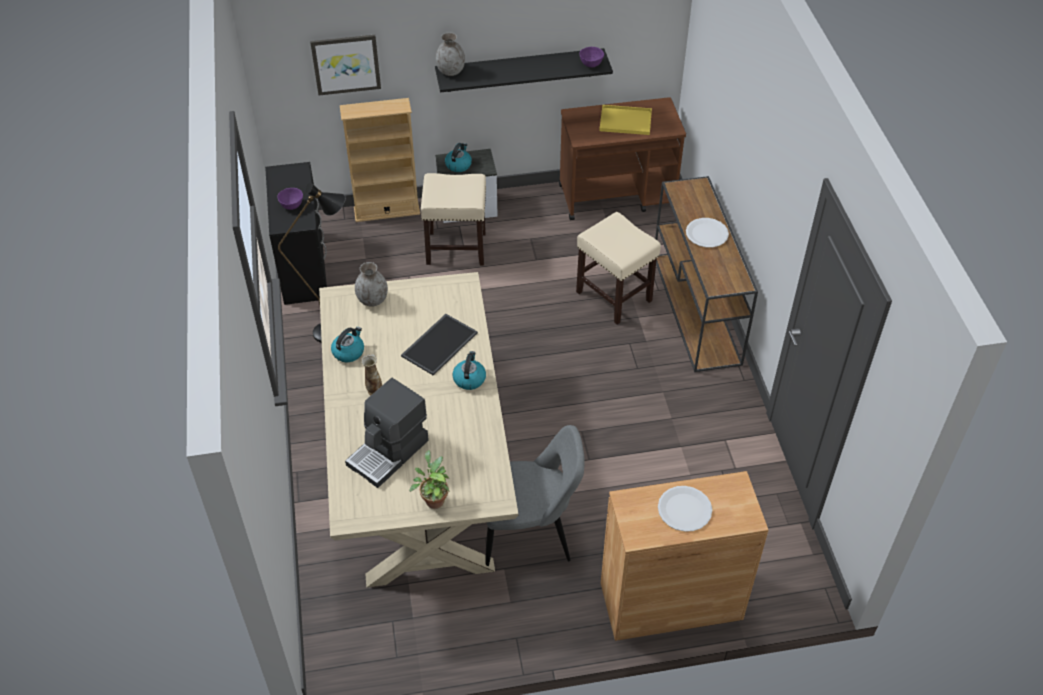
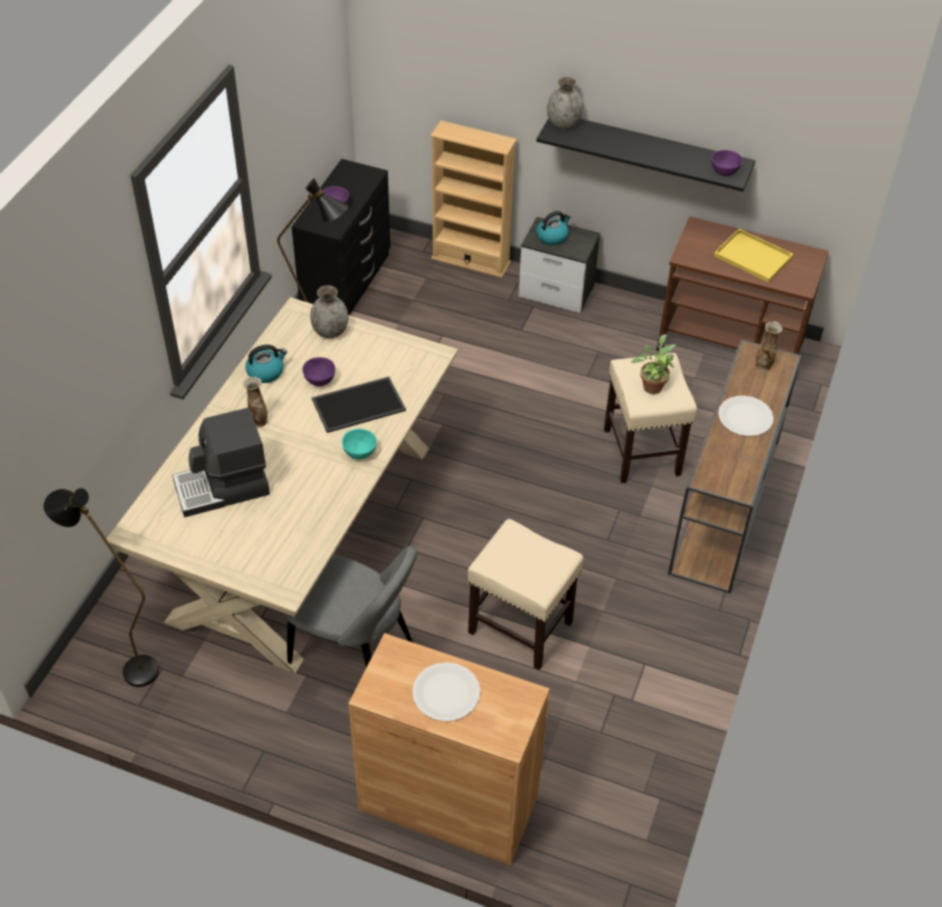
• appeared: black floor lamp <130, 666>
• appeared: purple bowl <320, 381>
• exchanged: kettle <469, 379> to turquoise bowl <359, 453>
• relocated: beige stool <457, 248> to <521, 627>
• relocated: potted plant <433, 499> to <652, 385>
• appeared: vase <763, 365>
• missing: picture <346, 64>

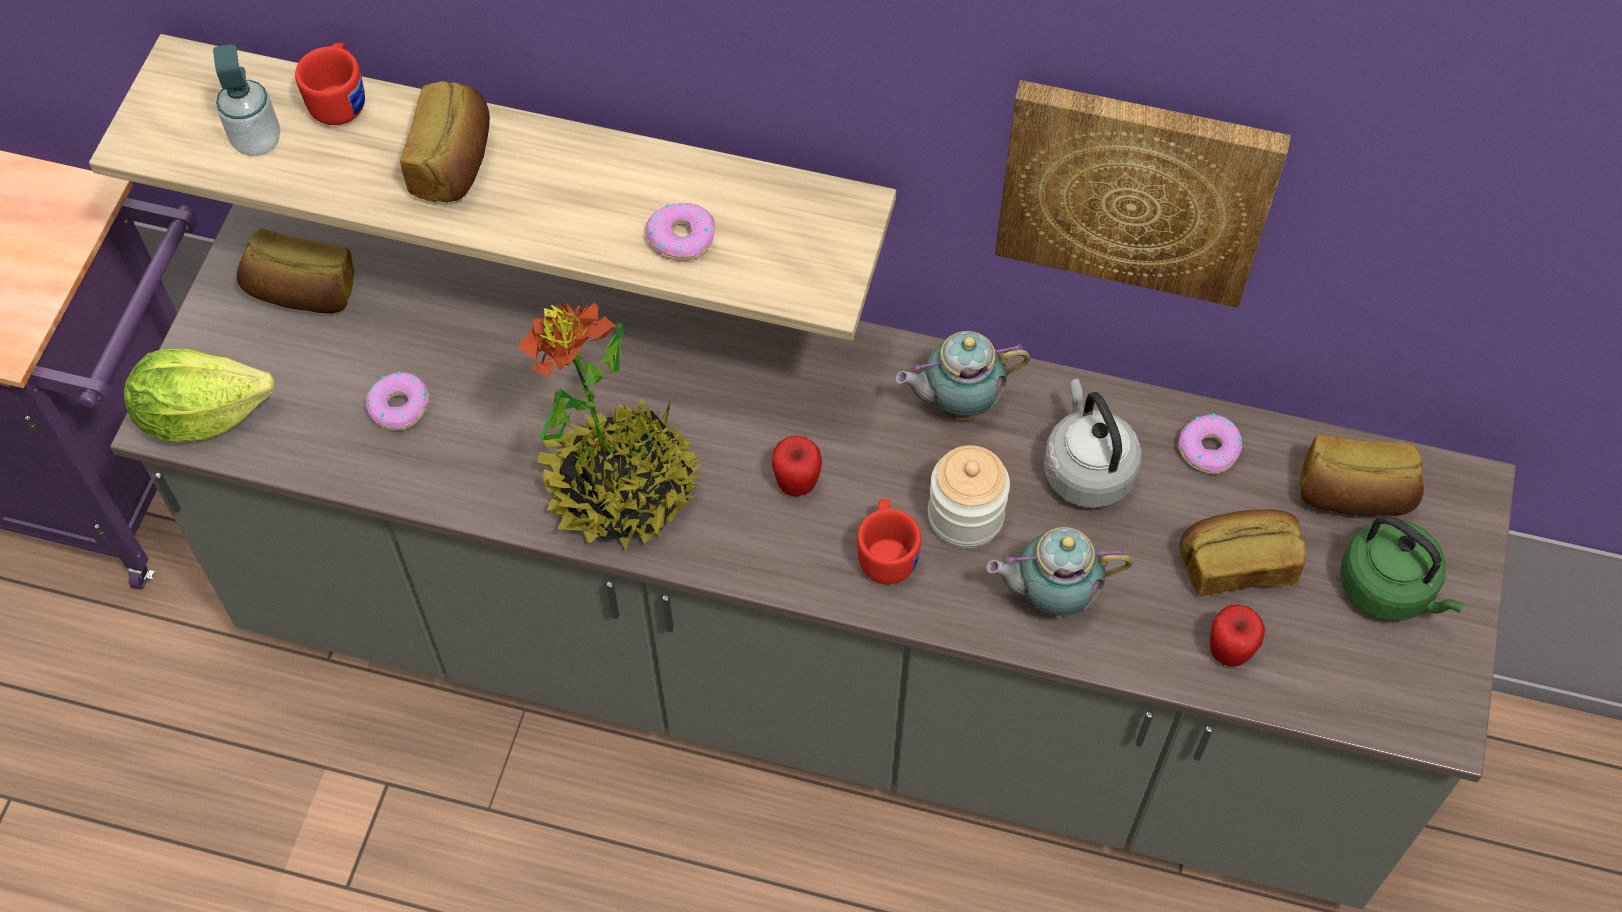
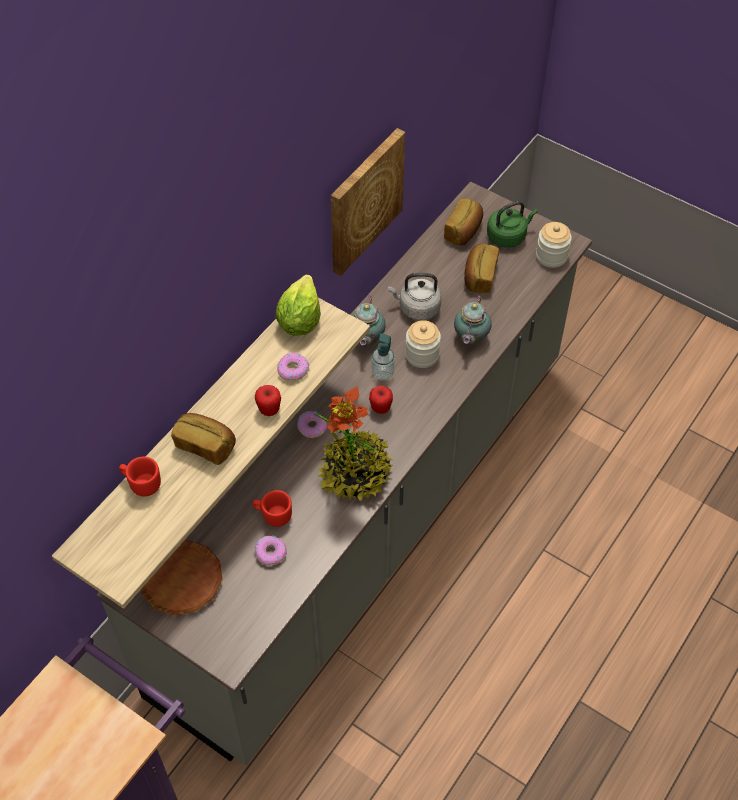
• exchanged: bread <303, 292> to brown plate <181, 580>
• relocated: red mug <887, 553> to <273, 515>
• relocated: apple <1229, 651> to <269, 410>
• relocated: lettuce <202, 415> to <299, 320>
• relocated: donut <1209, 449> to <312, 427>
• relocated: soap dispenser <257, 140> to <382, 373>
• appeared: jar <551, 256>

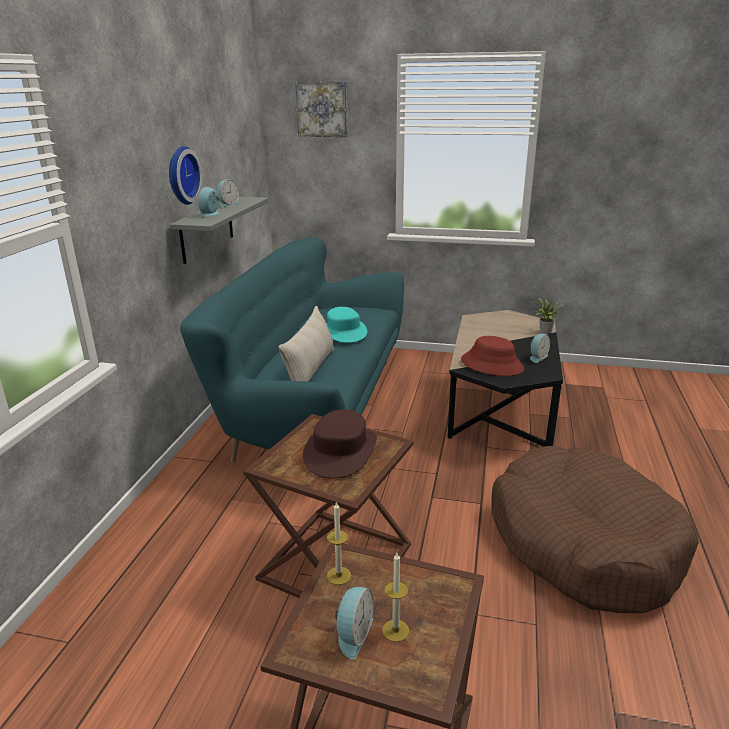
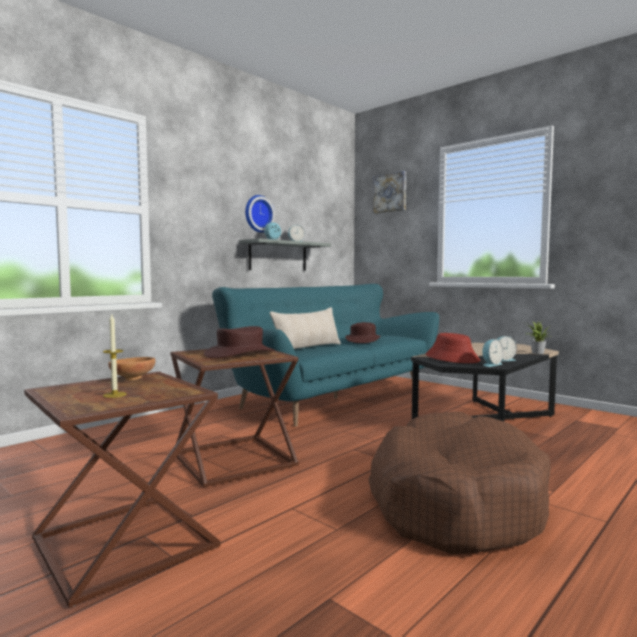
• exchanged: candle <339, 575> to brown bowl <132, 378>
• colour: turquoise hat <343, 332> to brown hat <363, 340>
• relocated: alarm clock <353, 634> to <491, 364>

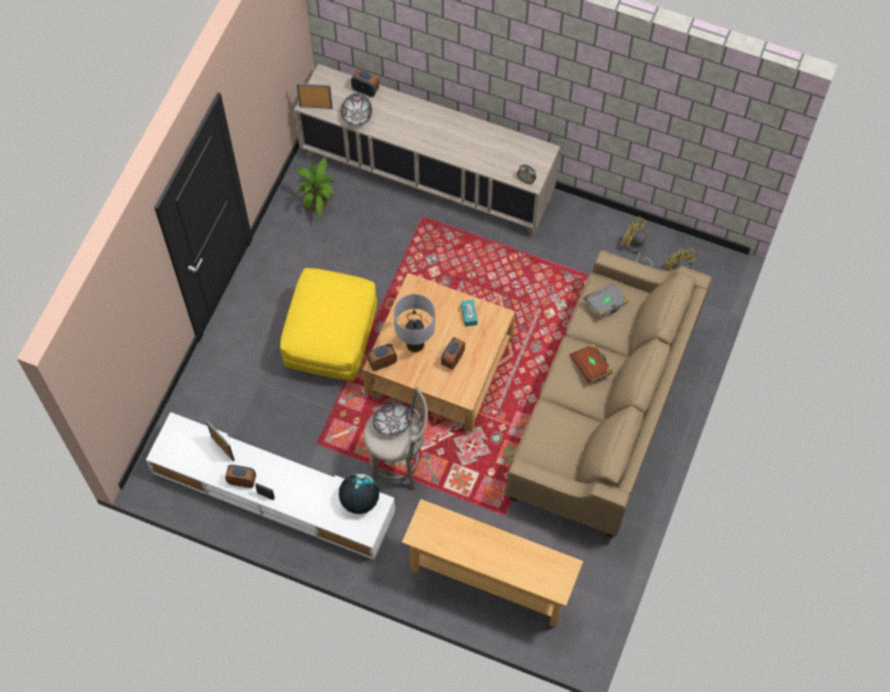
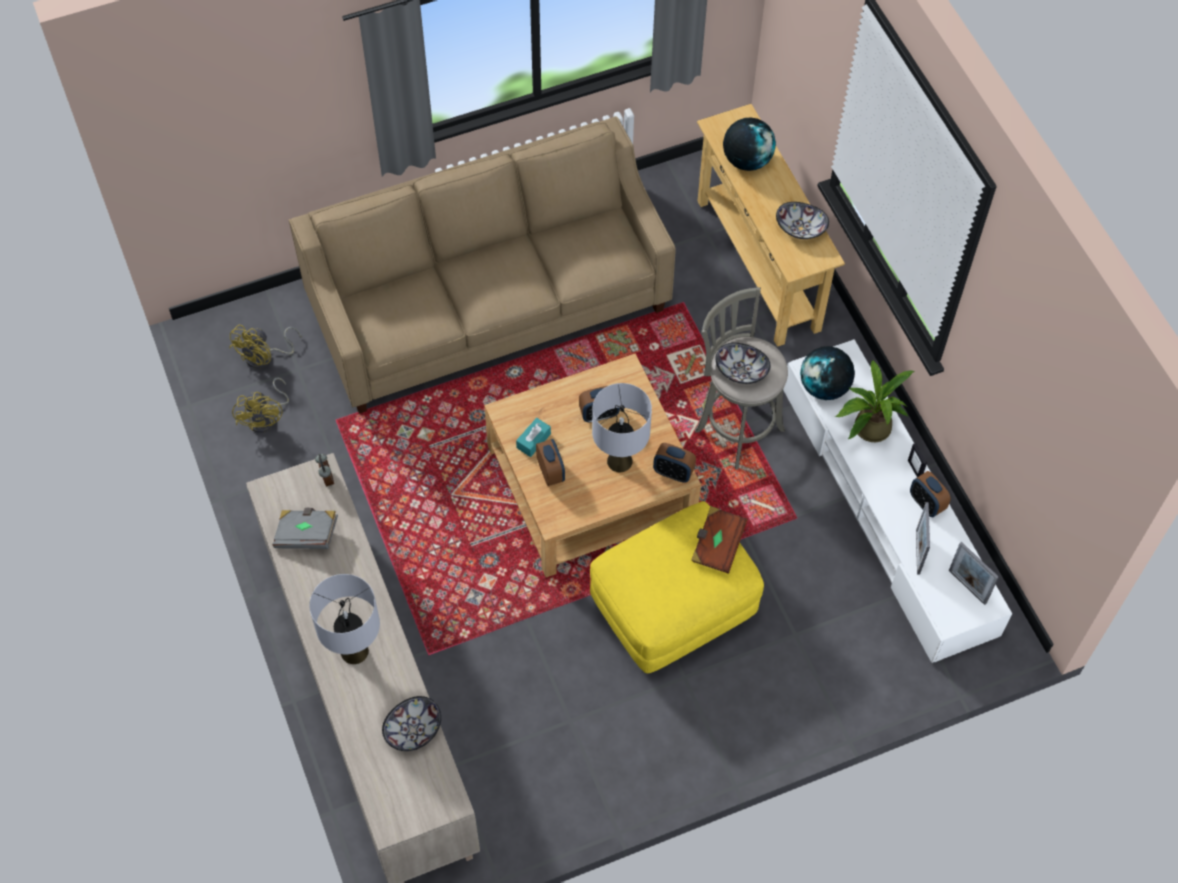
• relocated: grey book <605, 304> to <307, 534>
• appeared: grey table lamp <354, 651>
• relocated: alarm clock <365, 90> to <550, 472>
• relocated: brown book <591, 366> to <717, 545>
• appeared: globe <747, 160>
• appeared: bowl <801, 228>
• relocated: potted plant <318, 201> to <867, 428>
• relocated: picture frame <316, 107> to <967, 587>

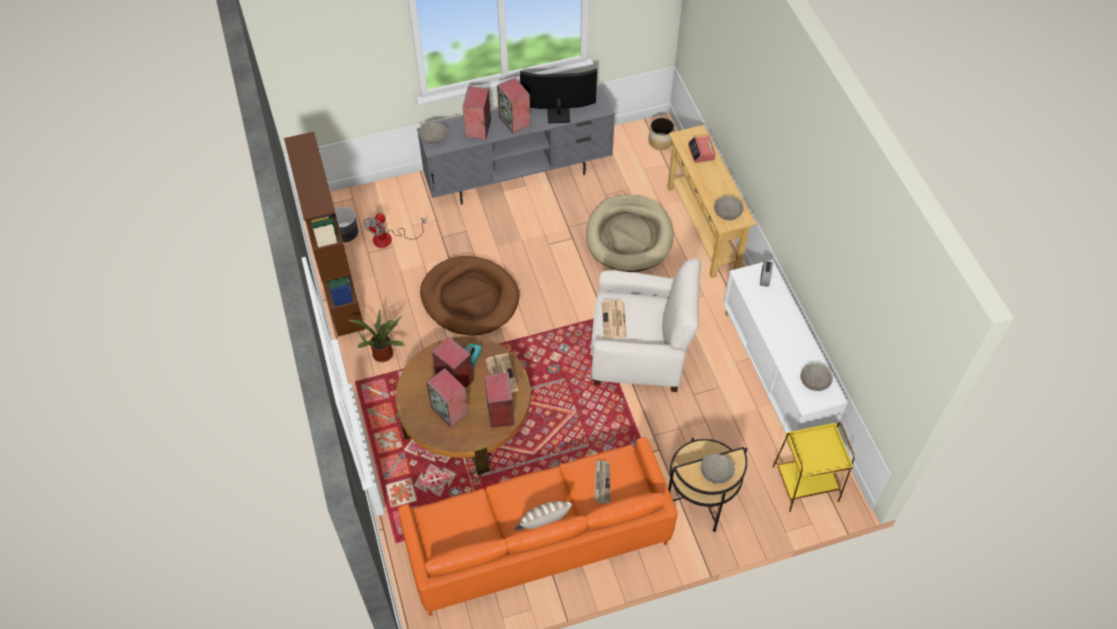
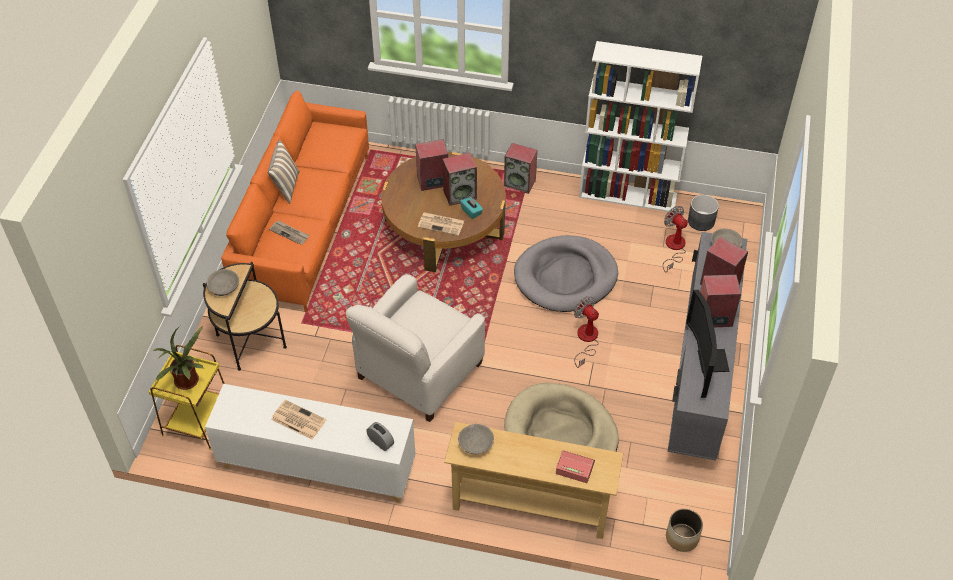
• relocated: potted plant <383, 352> to <188, 382>
• relocated: newspaper <614, 320> to <297, 420>
• relocated: speaker <500, 412> to <520, 183>
• colour: brown dog bed <470, 298> to grey dog bed <565, 277>
• appeared: fan <586, 340>
• colour: brown bookcase <340, 294> to white bookcase <628, 195>
• spun: television <558, 111> = <707, 360> 150 degrees clockwise
• missing: grey bowl <814, 381>

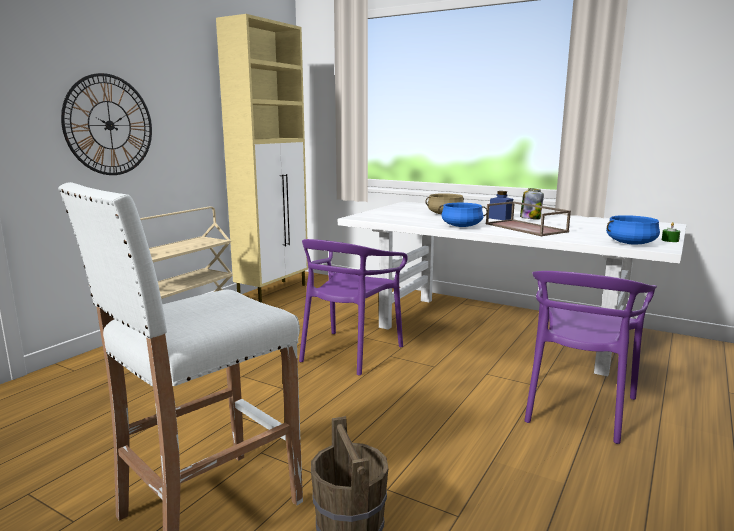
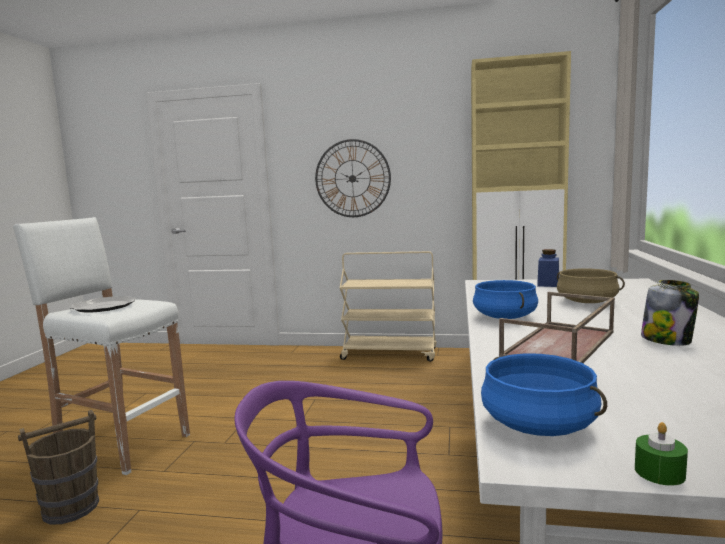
• appeared: plate <104, 306>
• relocated: blue jar <500, 218> to <548, 284>
• missing: purple chair <350, 352>

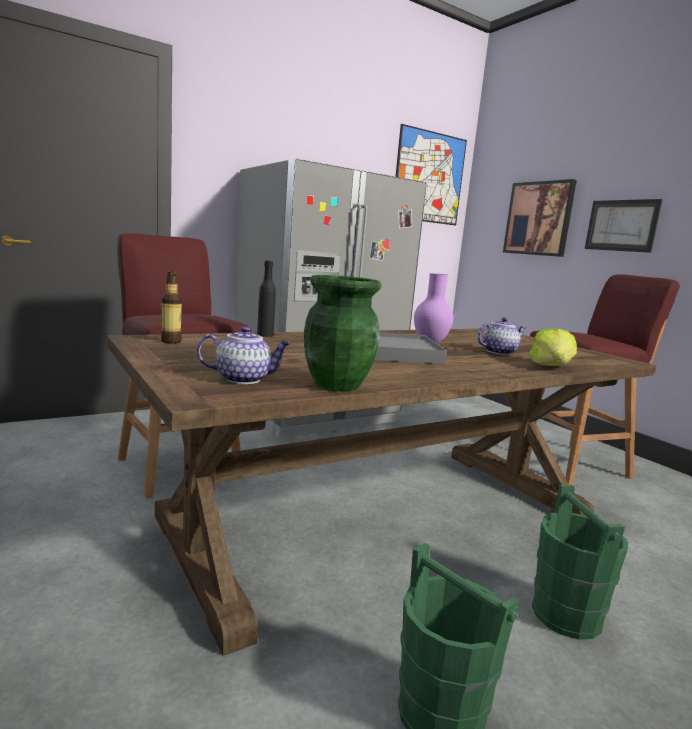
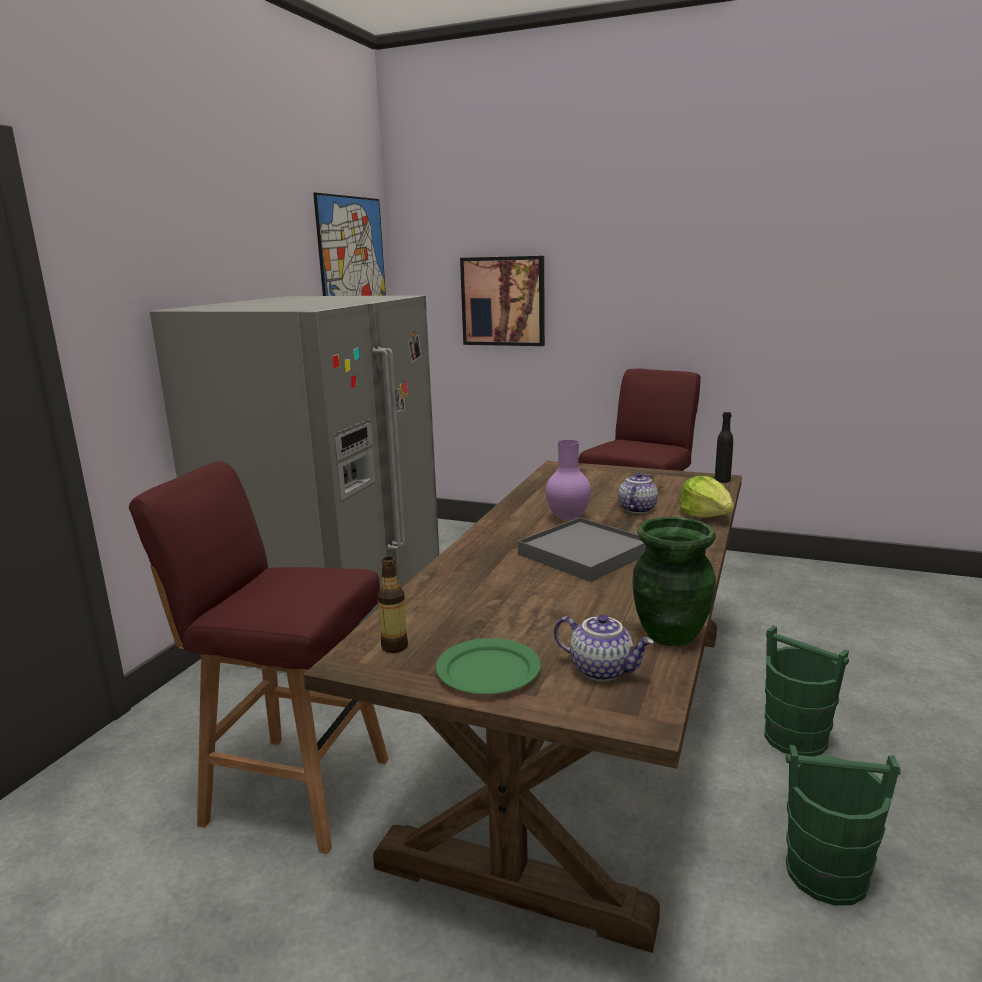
• appeared: green plate <489, 671>
• spun: teapot <243, 379> = <602, 670> 75 degrees clockwise
• relocated: black bottle <265, 335> to <722, 480>
• missing: picture <621, 225>

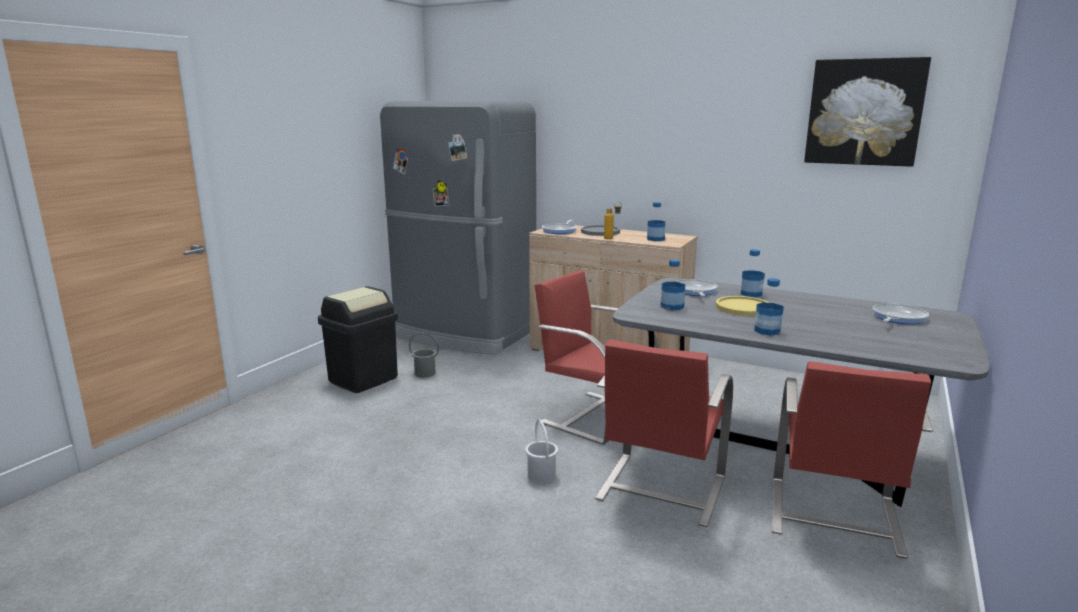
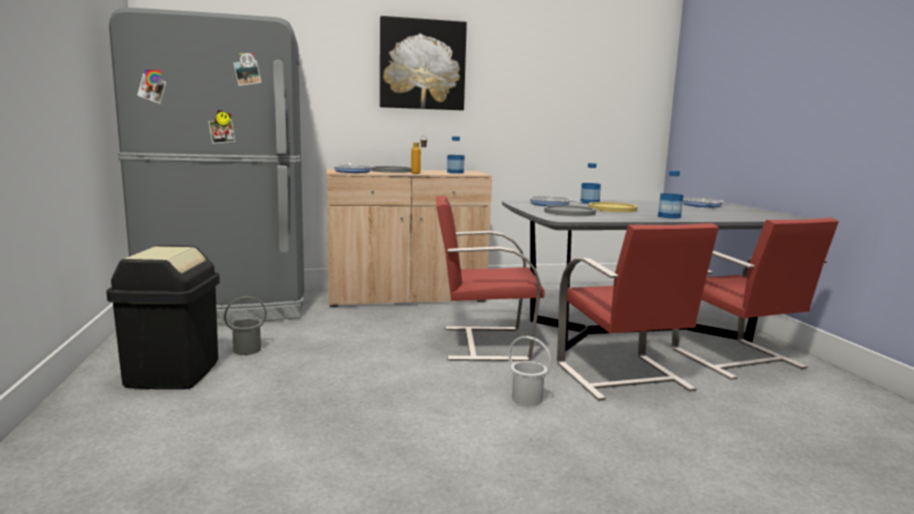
• relocated: picture <864, 112> to <422, 65>
• exchanged: bottle <672, 306> to grey plate <569, 212>

